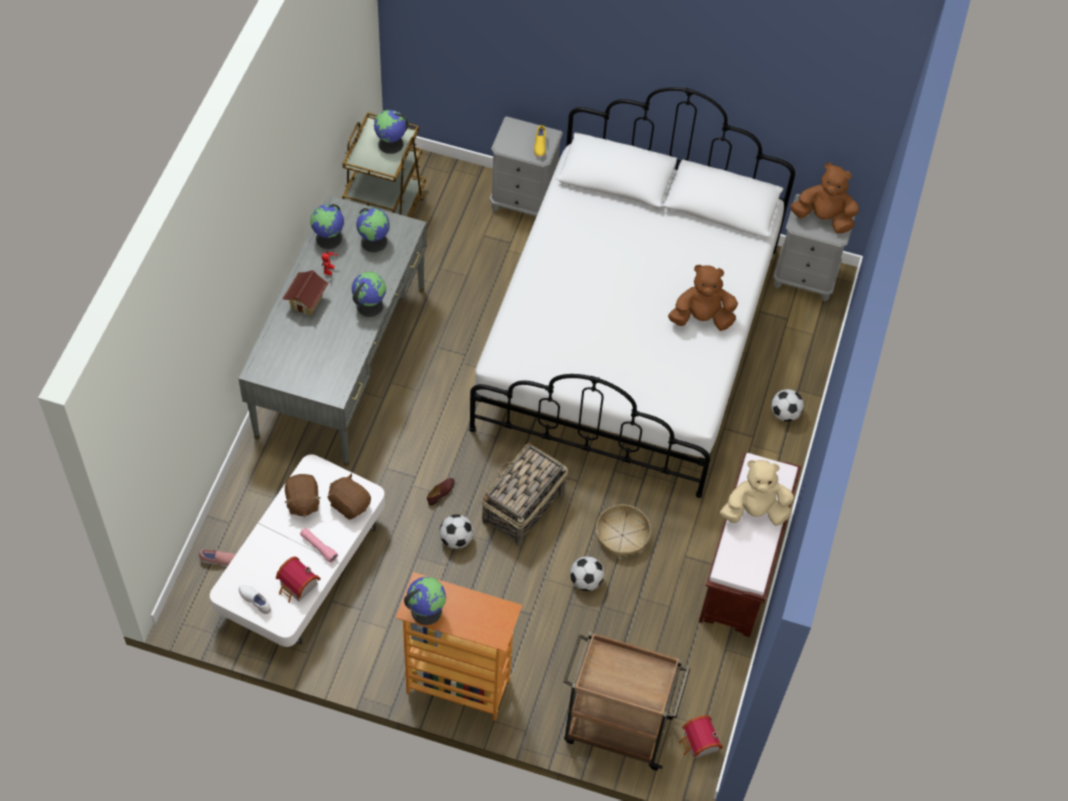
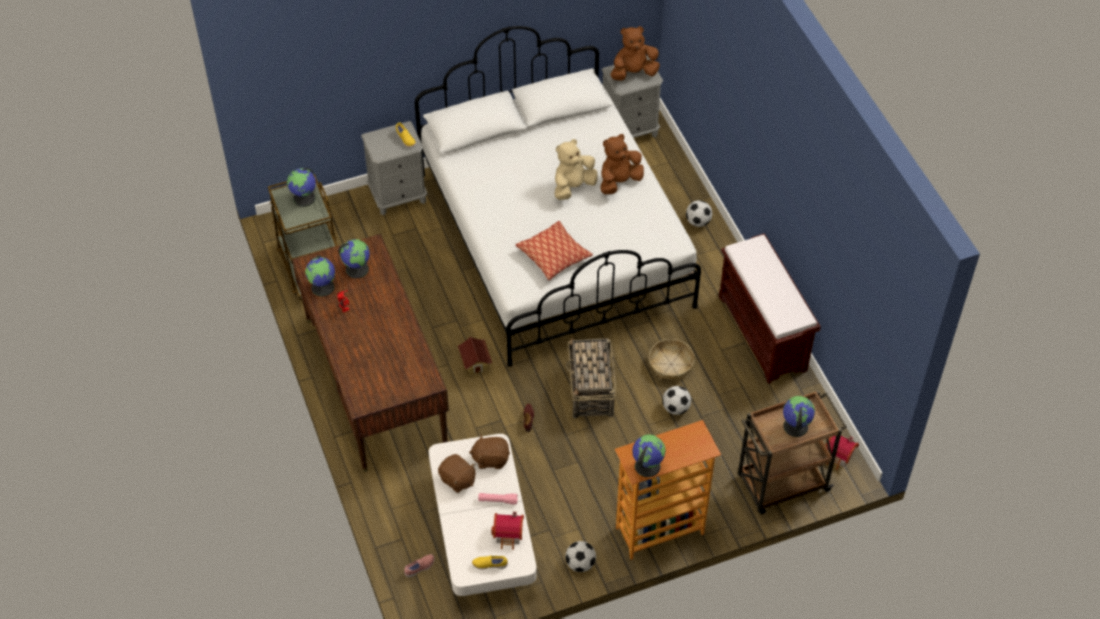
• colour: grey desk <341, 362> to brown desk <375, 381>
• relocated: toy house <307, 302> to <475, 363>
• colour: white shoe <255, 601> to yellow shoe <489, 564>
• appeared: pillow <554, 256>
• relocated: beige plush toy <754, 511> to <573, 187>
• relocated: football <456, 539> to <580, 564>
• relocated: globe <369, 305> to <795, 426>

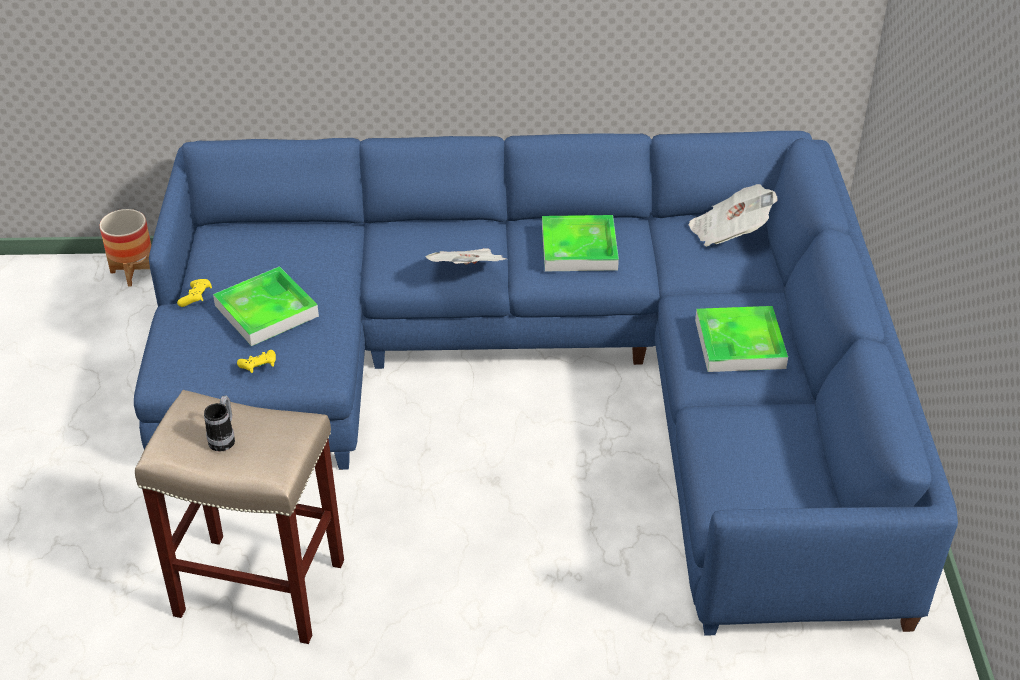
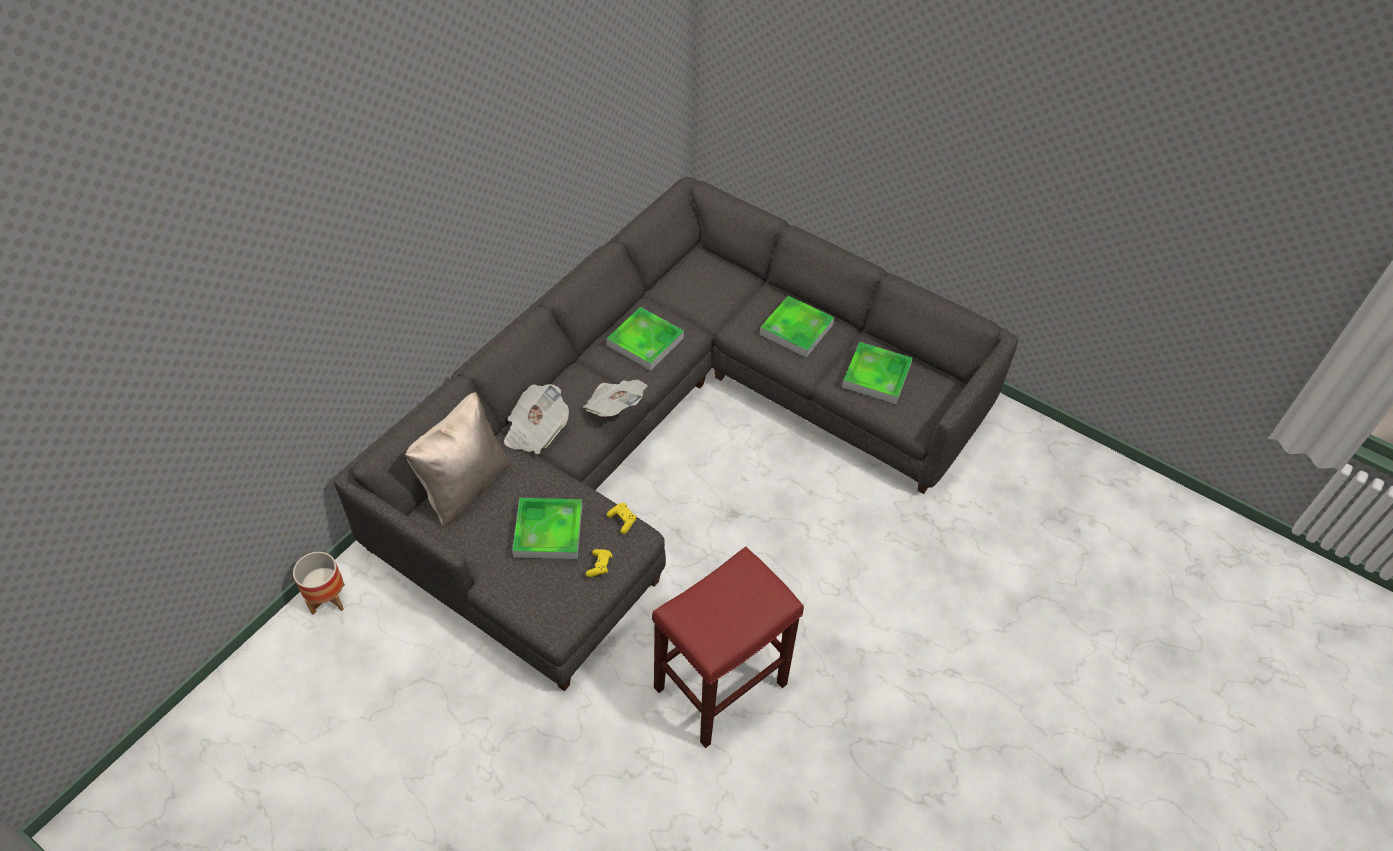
• colour: blue sofa <551, 373> to grey sofa <669, 430>
• appeared: beige pillow <465, 486>
• relocated: newspaper <729, 232> to <535, 430>
• relocated: yellow game controller <196, 298> to <622, 520>
• colour: beige stool <262, 587> to red stool <721, 684>
• appeared: tray <876, 376>
• missing: mug <224, 439>

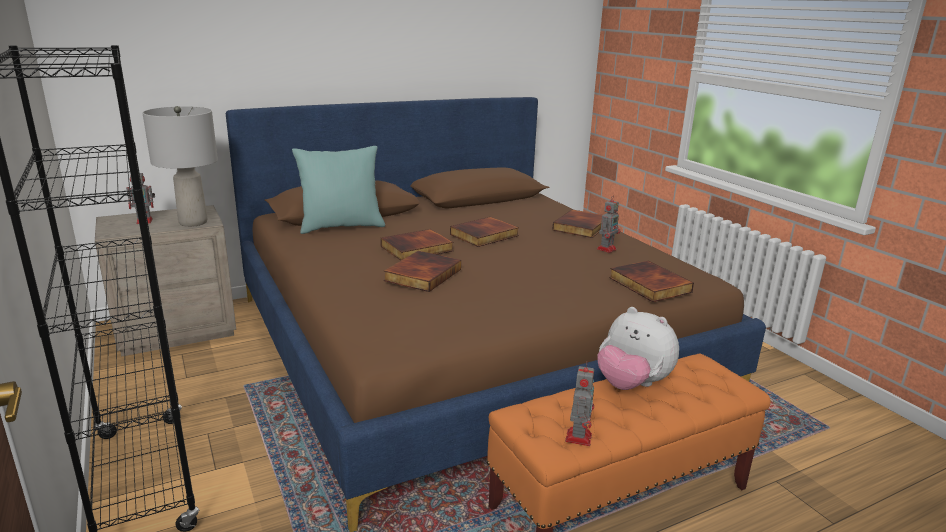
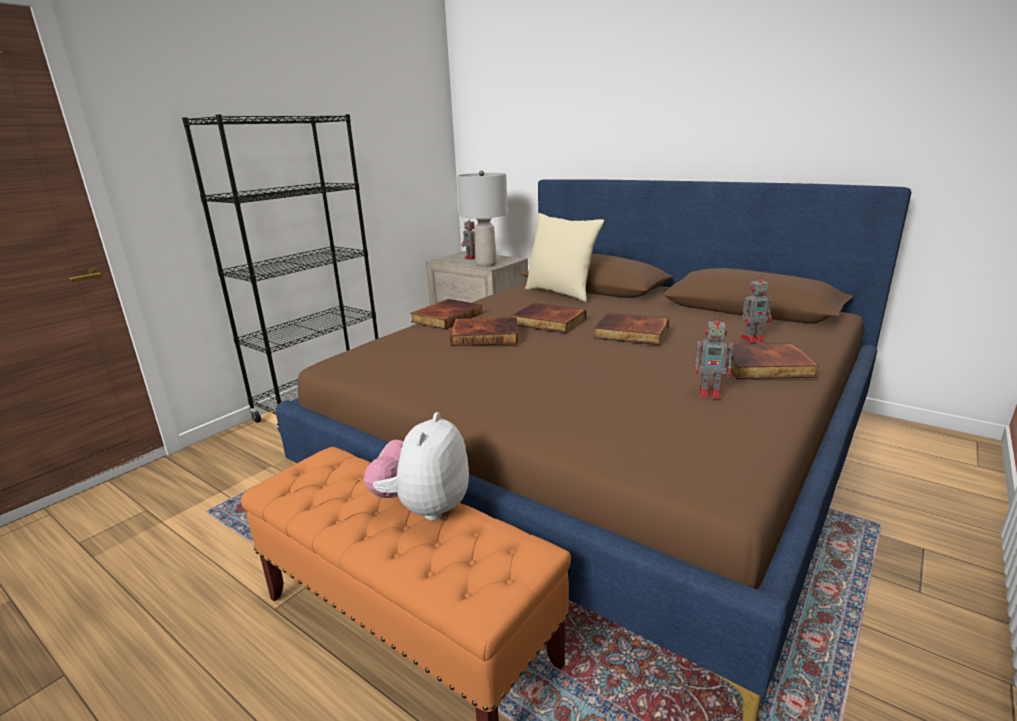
• relocated: book <648, 285> to <446, 317>
• colour: turquoise pillow <341, 227> to beige pillow <561, 293>
• relocated: toy robot <578, 436> to <753, 339>

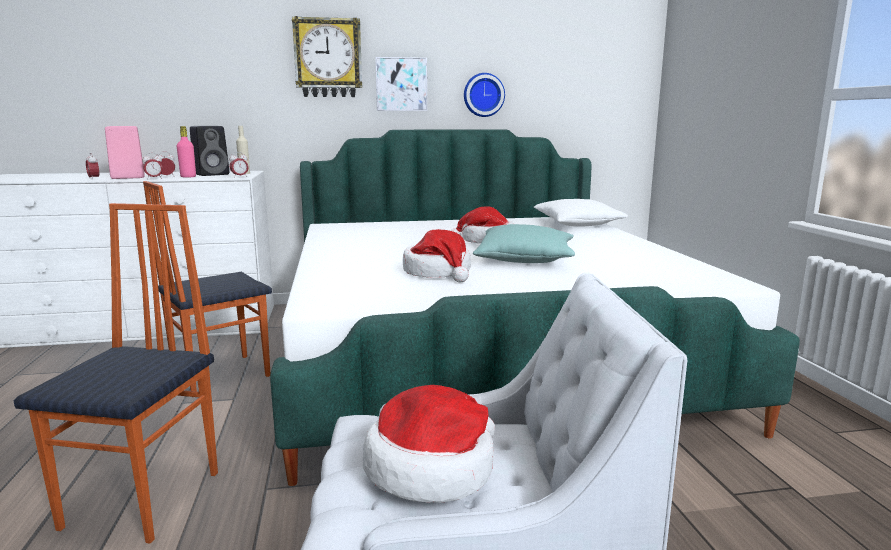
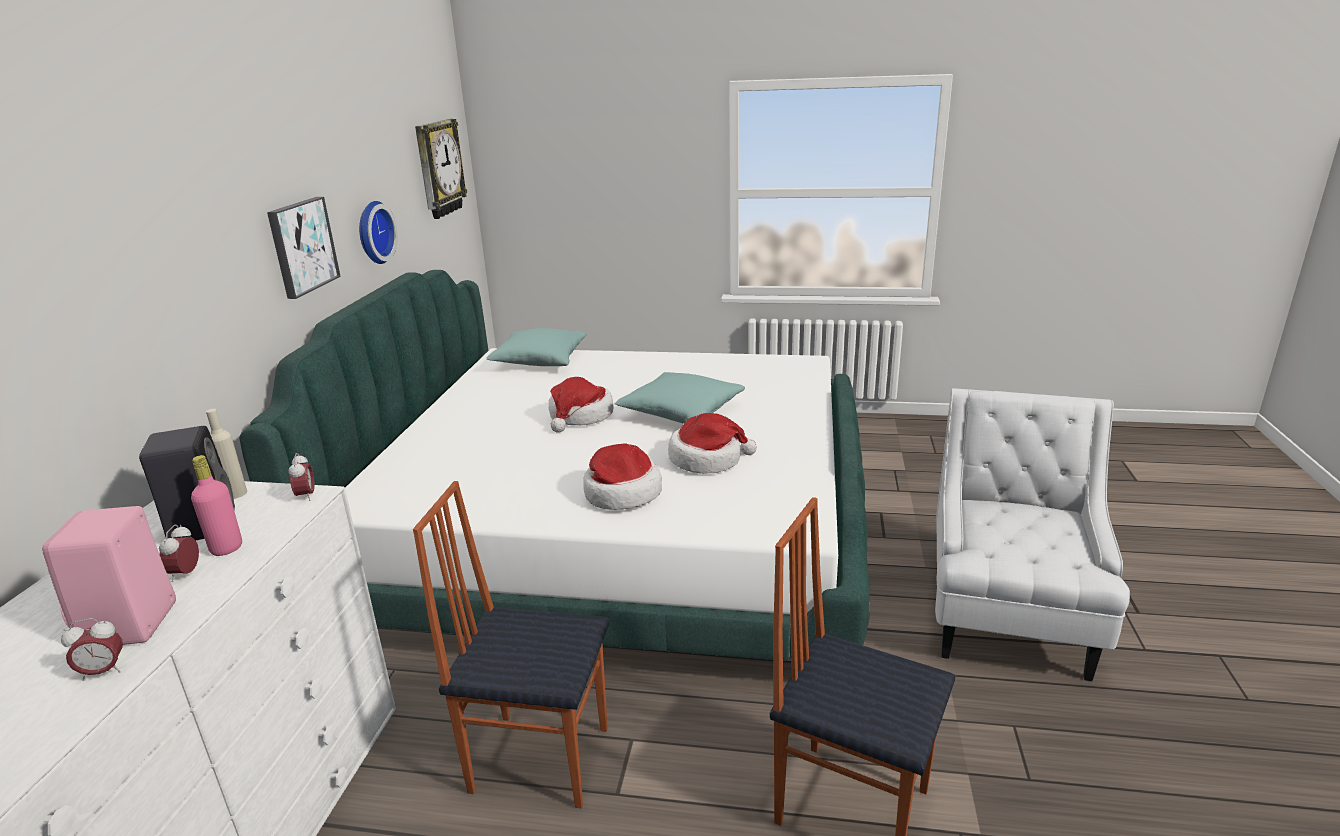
• spun: chair <219, 374> = <539, 757> 120 degrees clockwise
• relocated: wall clock <328, 58> to <438, 168>
• colour: white pillow <577, 225> to turquoise pillow <539, 361>
• relocated: hat <432, 468> to <621, 493>
• missing: alarm clock <154, 178>

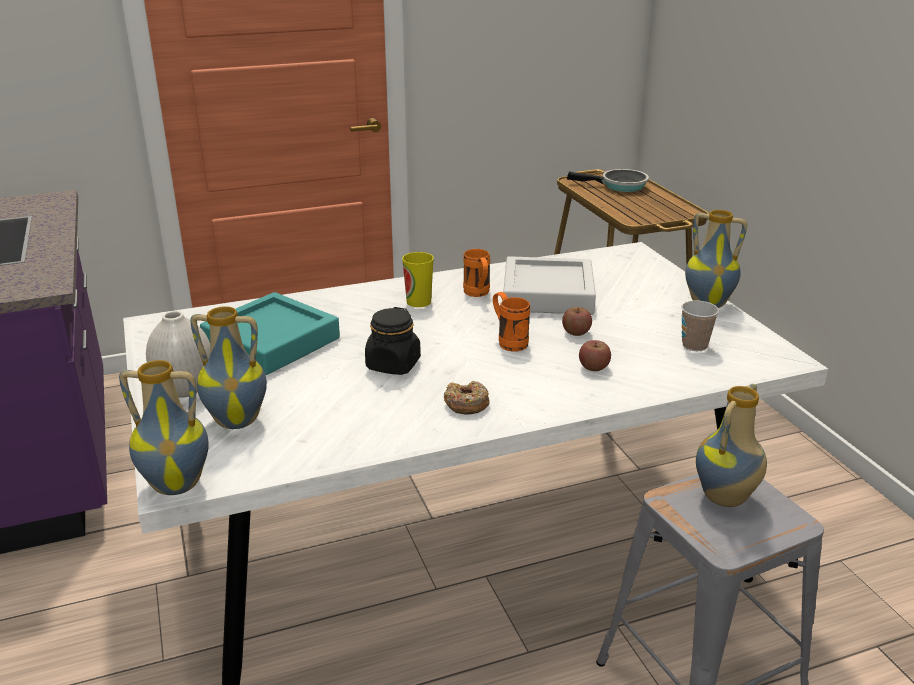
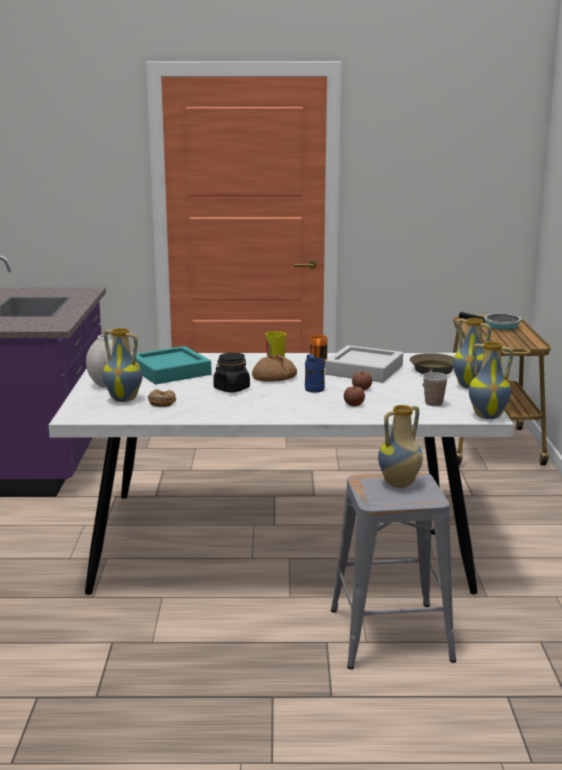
• relocated: donut <466, 404> to <162, 403>
• appeared: bread <274, 377>
• colour: orange mug <508, 341> to blue mug <313, 387>
• appeared: brown frying pan <433, 371>
• relocated: vase <177, 483> to <488, 416>

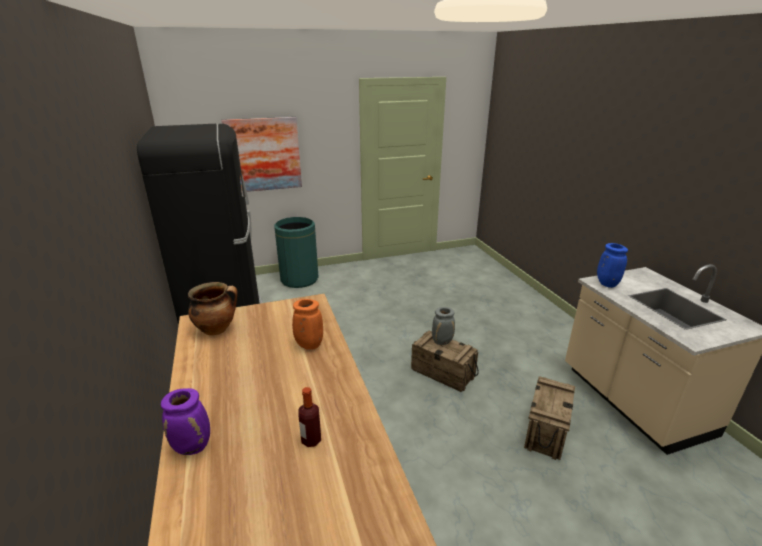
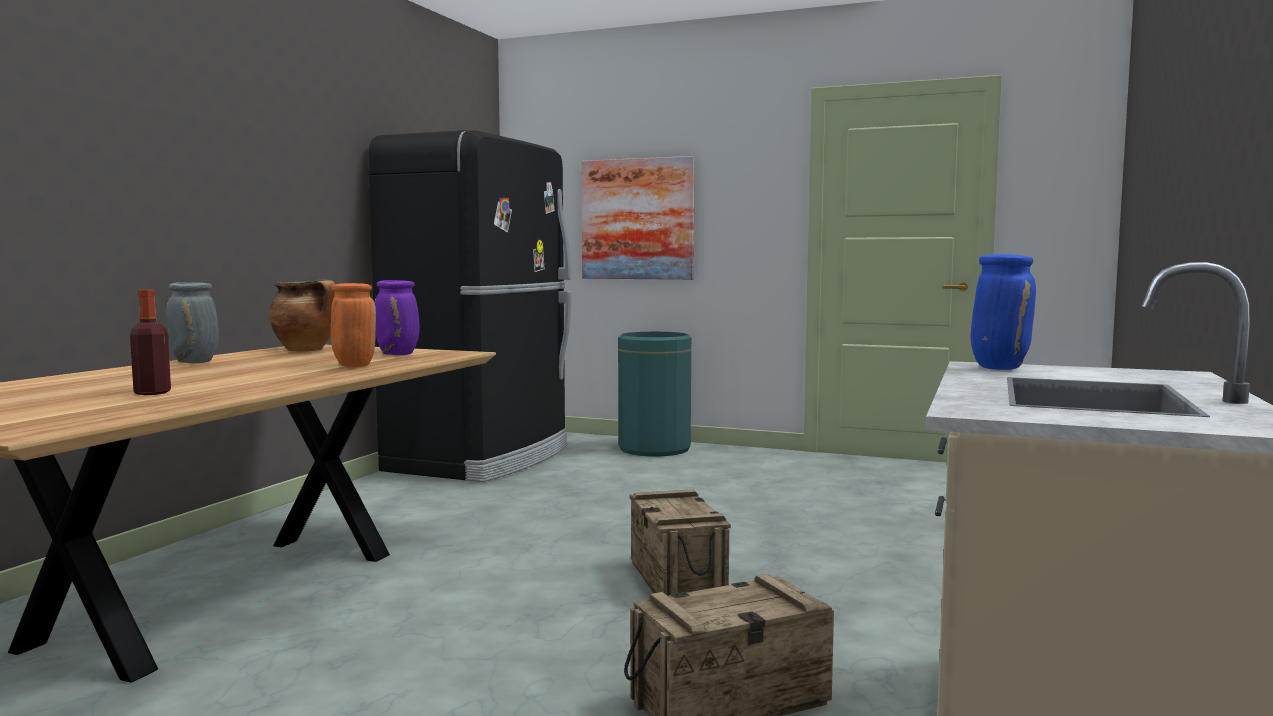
• relocated: grey vase <442, 341> to <196, 362>
• relocated: purple vase <193, 447> to <399, 354>

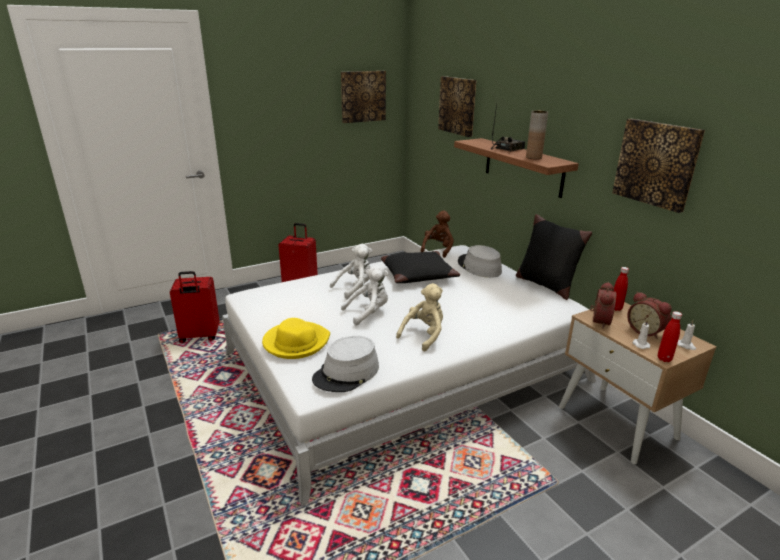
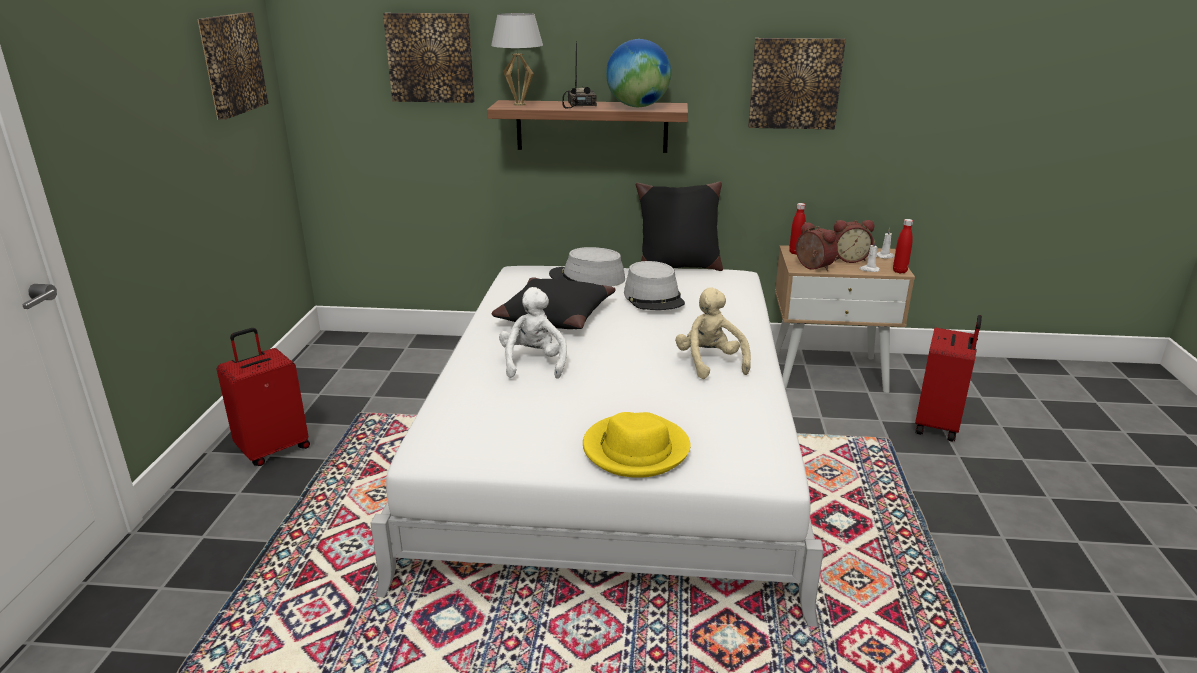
• appeared: white table lamp <519, 104>
• exchanged: brown vase <533, 157> to globe <638, 107>
• relocated: grey hat <346, 373> to <654, 298>
• relocated: red suitcase <199, 336> to <938, 425>
• missing: white plush toy <368, 313>
• missing: brown plush toy <438, 249>

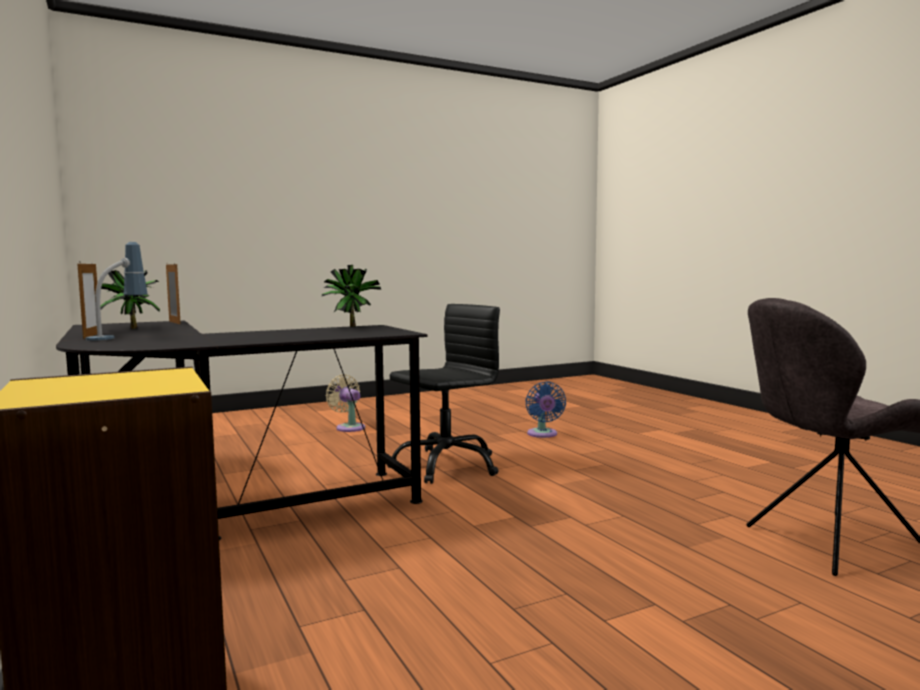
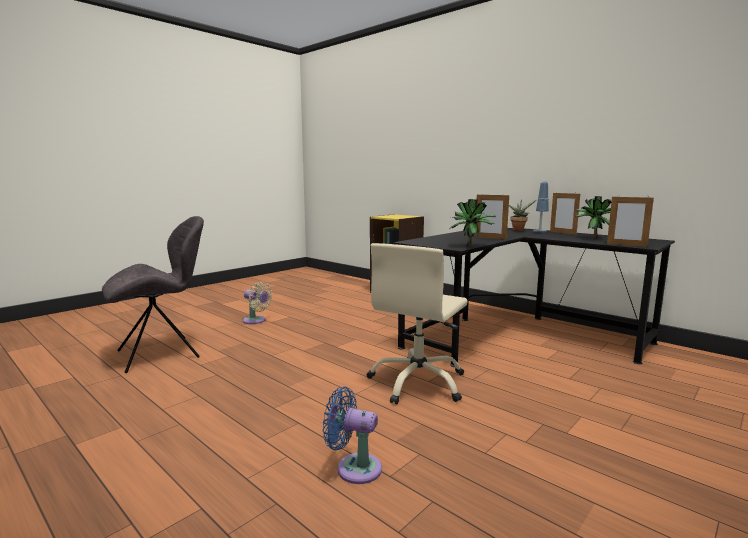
• relocated: beige fan <349, 427> to <256, 321>
• spun: blue fan <543, 434> = <354, 467> 45 degrees counterclockwise
• colour: black office chair <445, 465> to beige office chair <418, 382>
• appeared: picture frame <490, 238>
• appeared: potted plant <518, 230>

